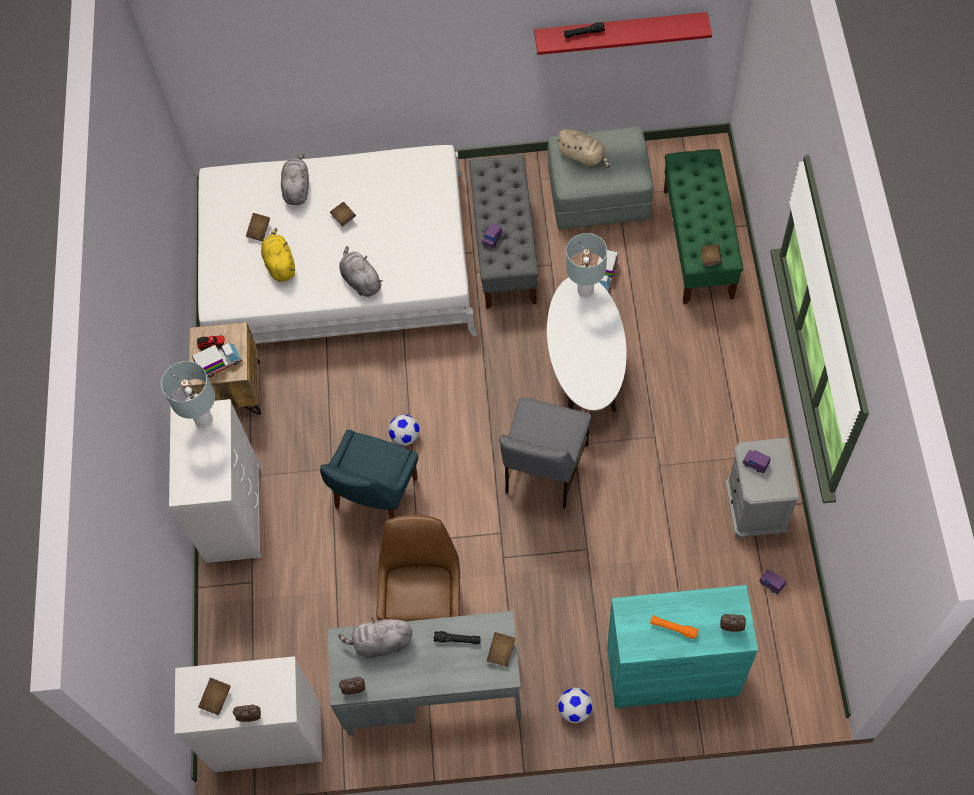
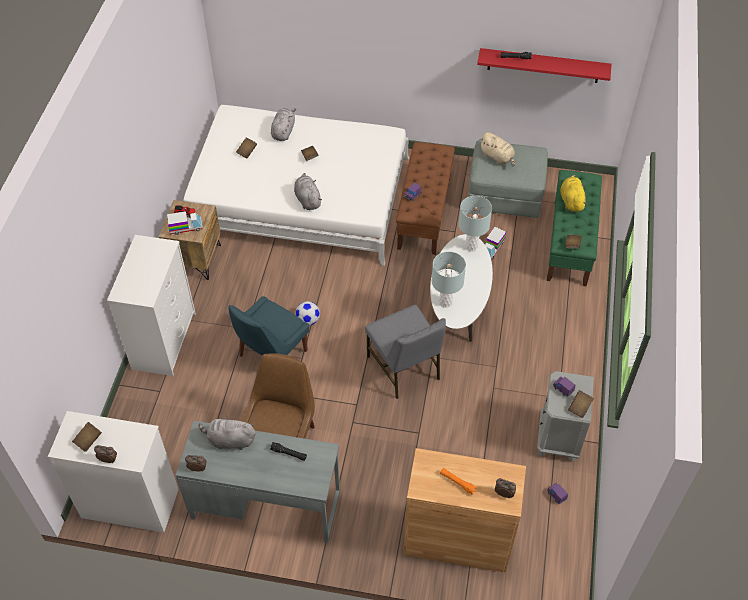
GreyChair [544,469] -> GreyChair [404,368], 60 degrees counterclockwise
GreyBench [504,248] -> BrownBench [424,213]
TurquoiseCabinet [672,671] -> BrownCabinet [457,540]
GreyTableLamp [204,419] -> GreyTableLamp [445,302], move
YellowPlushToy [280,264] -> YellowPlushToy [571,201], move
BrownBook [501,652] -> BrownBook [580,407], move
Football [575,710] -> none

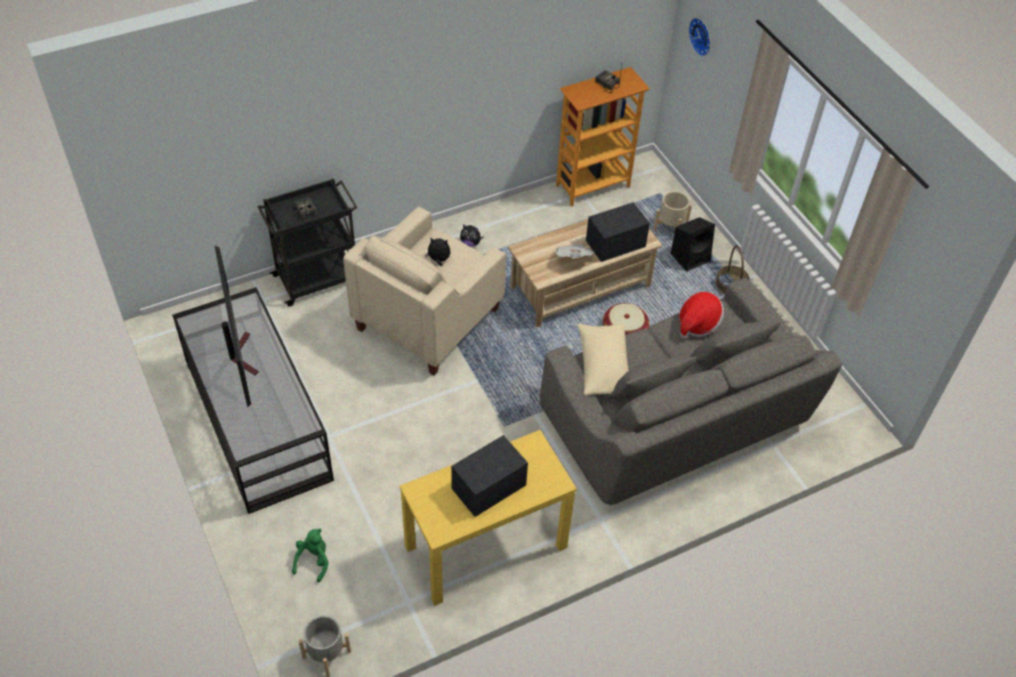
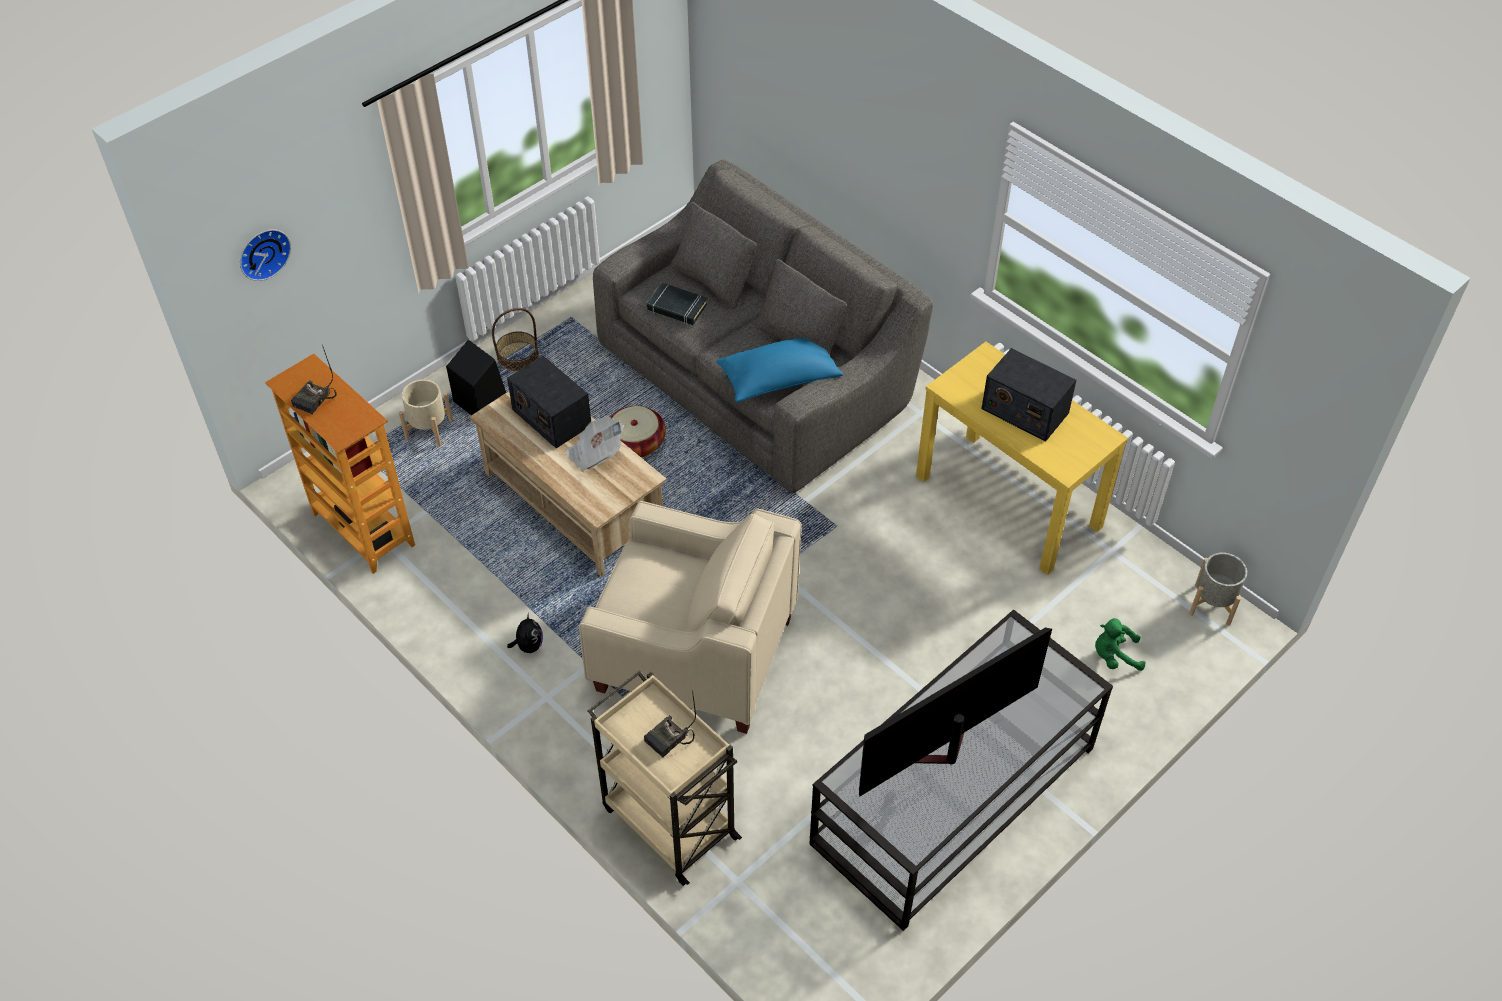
BlackCart [317,279] -> BeigeCart [668,820]
Hat [697,323] -> BlackBook [676,307]
BeigePillow [603,367] -> BluePillow [779,379]
PlushToy [438,260] -> none

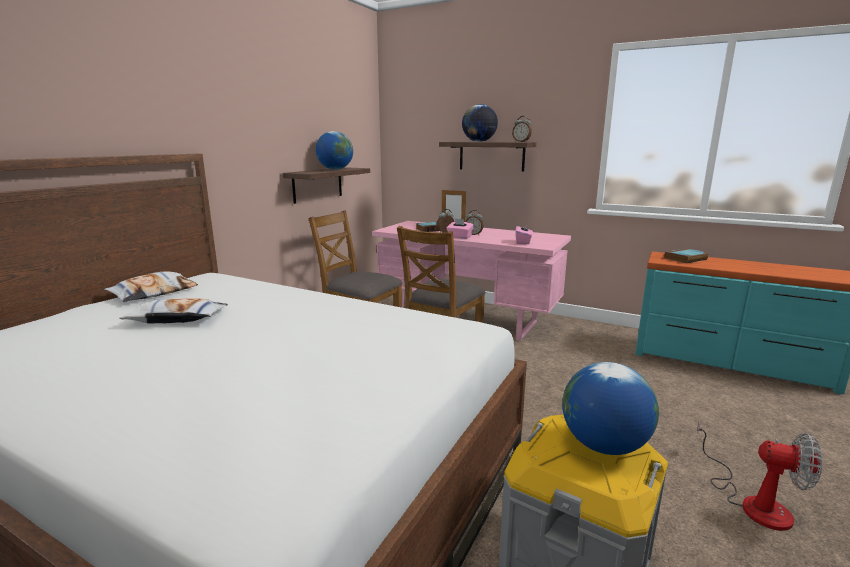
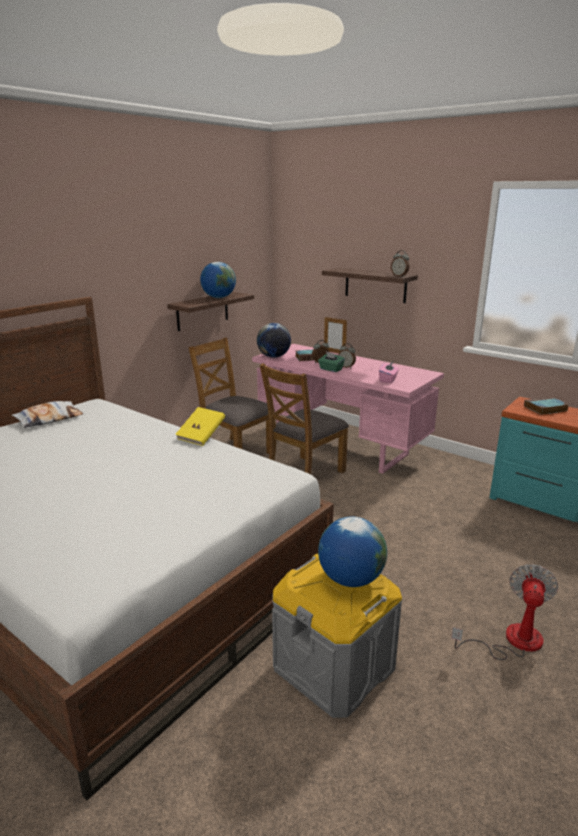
none -> YellowBook [201,436]
Globe [479,141] -> Globe [274,357], move
PinkTissueBox [459,237] -> GreenTissueBox [330,369]
Fan [753,501] -> Fan [512,641], 105 degrees counterclockwise
Pillow [177,318] -> none

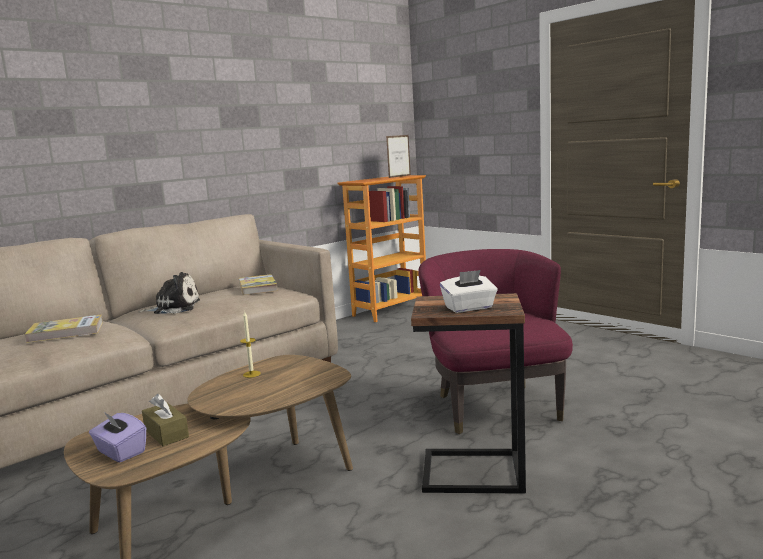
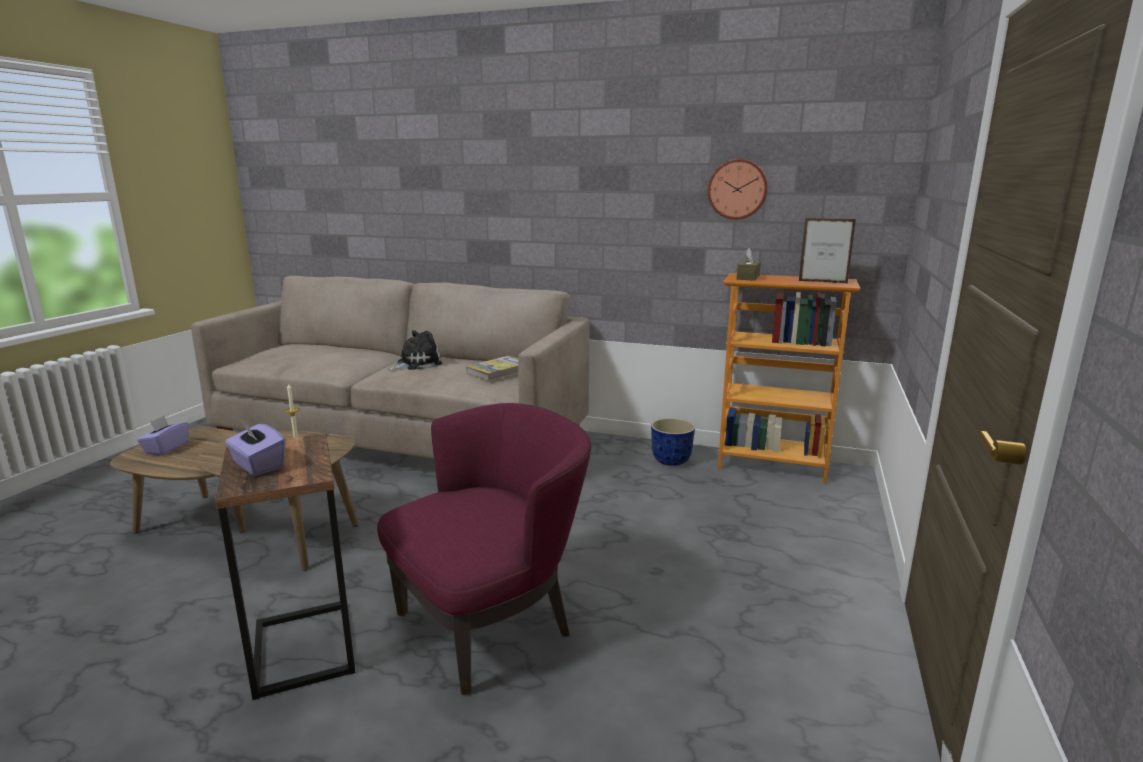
WhiteTissueBox [469,308] -> PurpleTissueBox [258,465]
PlushToy [174,308] -> PlushToy [416,364], 90 degrees counterclockwise
none -> Planter [670,461]
none -> WallClock [737,189]
BrownTissueBox [166,433] -> BrownTissueBox [748,277], move
Book [66,332] -> none

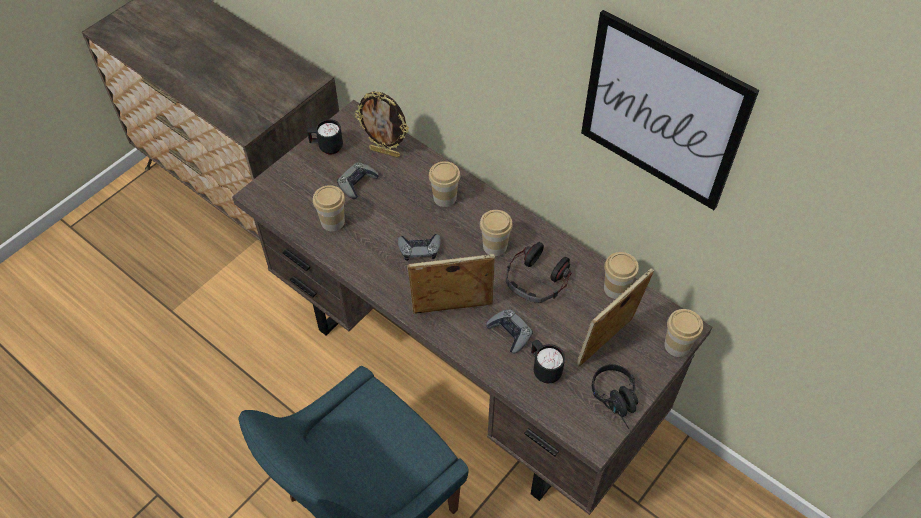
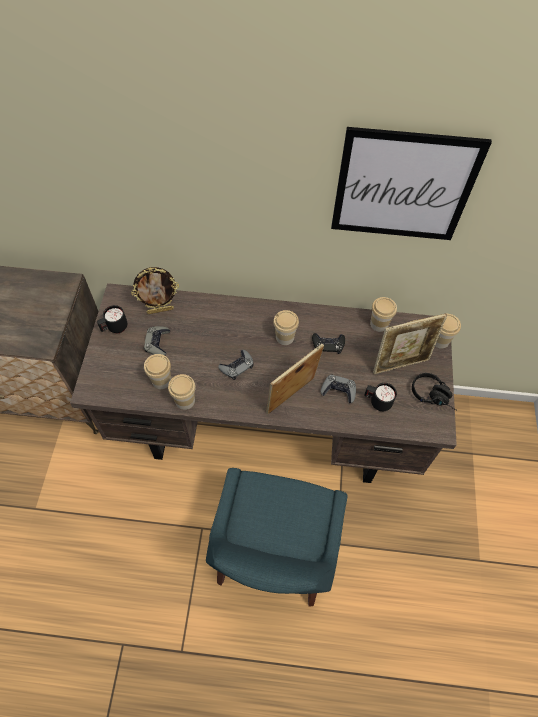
Cup [445,197] -> Cup [185,400], move
Headphones [537,279] -> BlackGameController [328,344]
PictureFrame [606,344] -> PictureFrame [400,363], 120 degrees counterclockwise

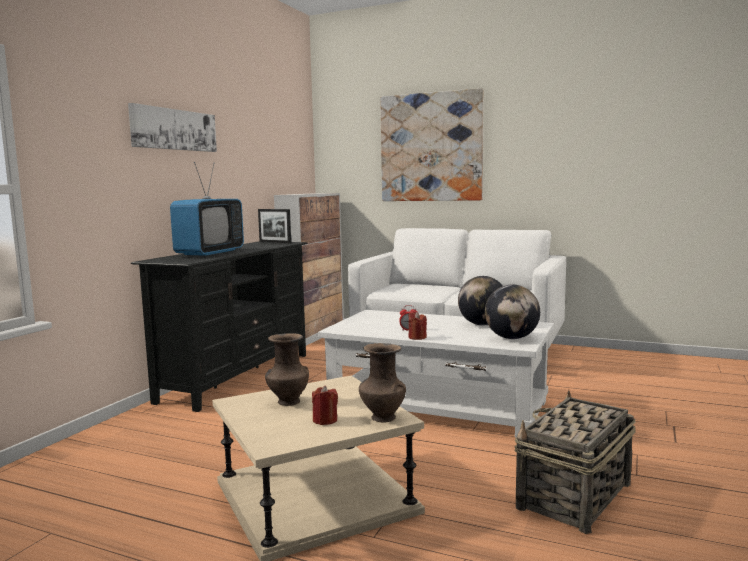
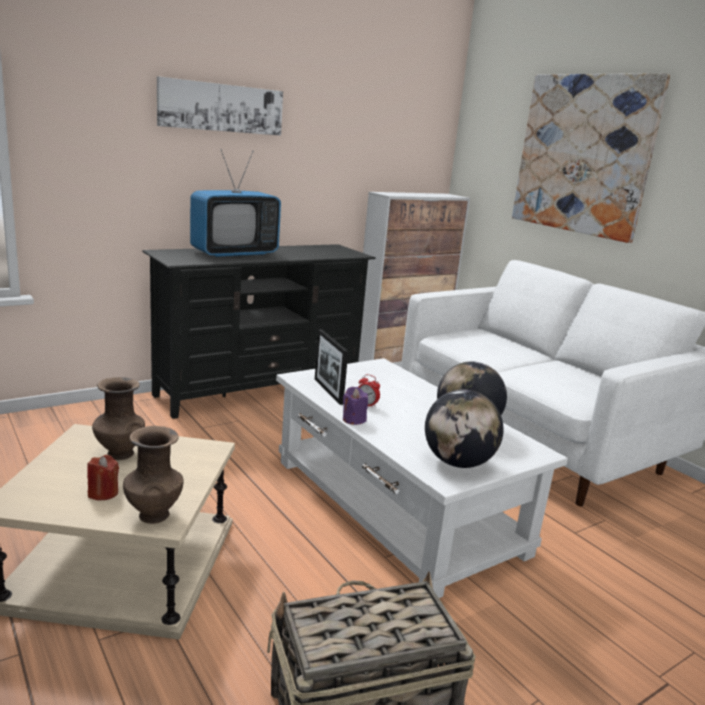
PictureFrame [275,242] -> PictureFrame [328,391], move
RedCandle [417,337] -> PurpleCandle [353,419]

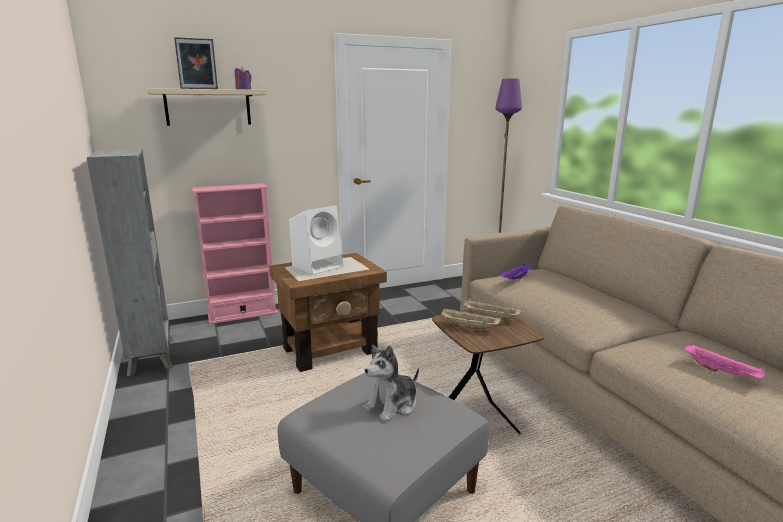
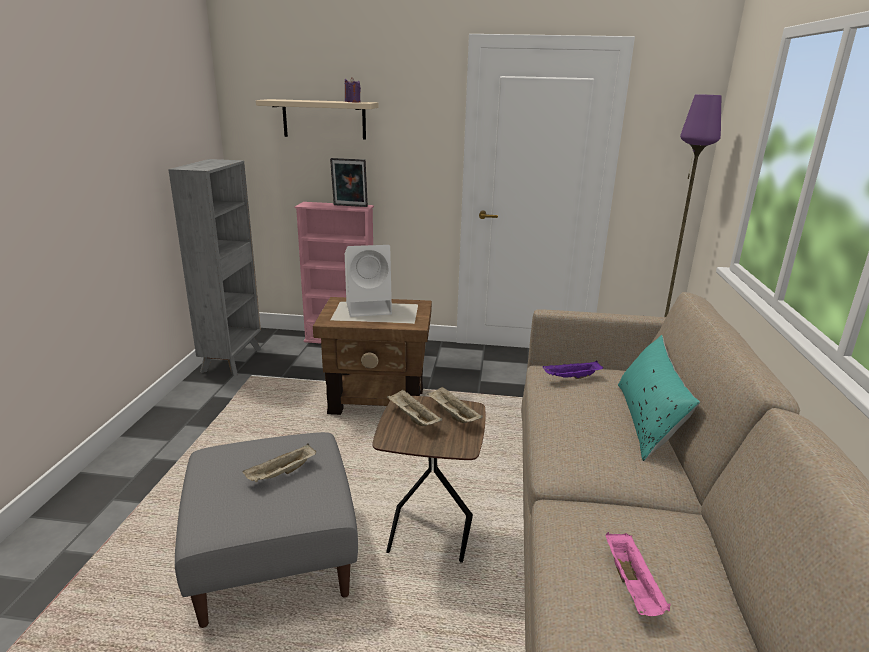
PlushToy [393,405] -> BeigeTray [281,474]
PictureFrame [199,89] -> PictureFrame [350,206], move
none -> TurquoisePillow [647,420]

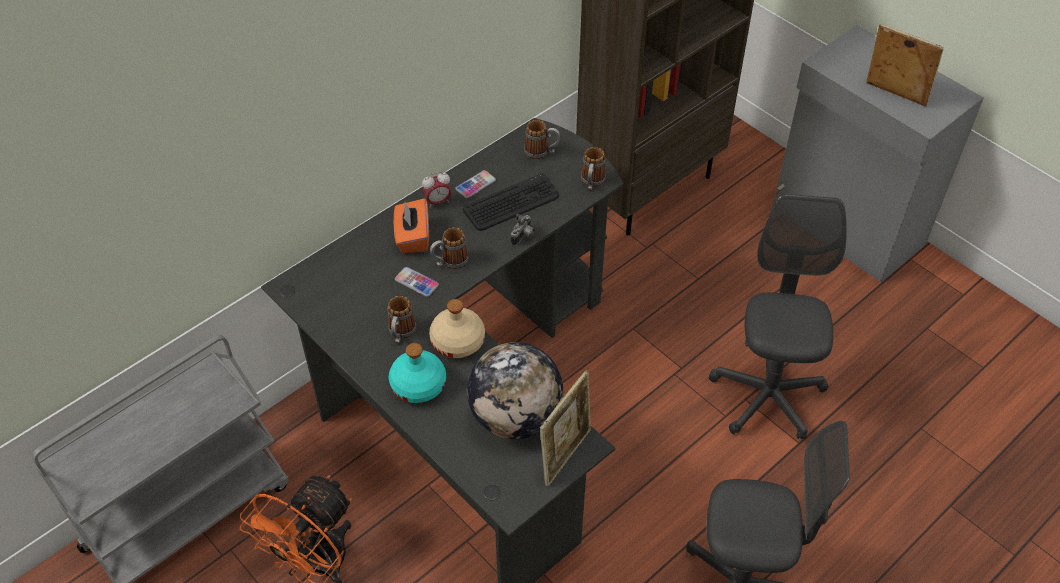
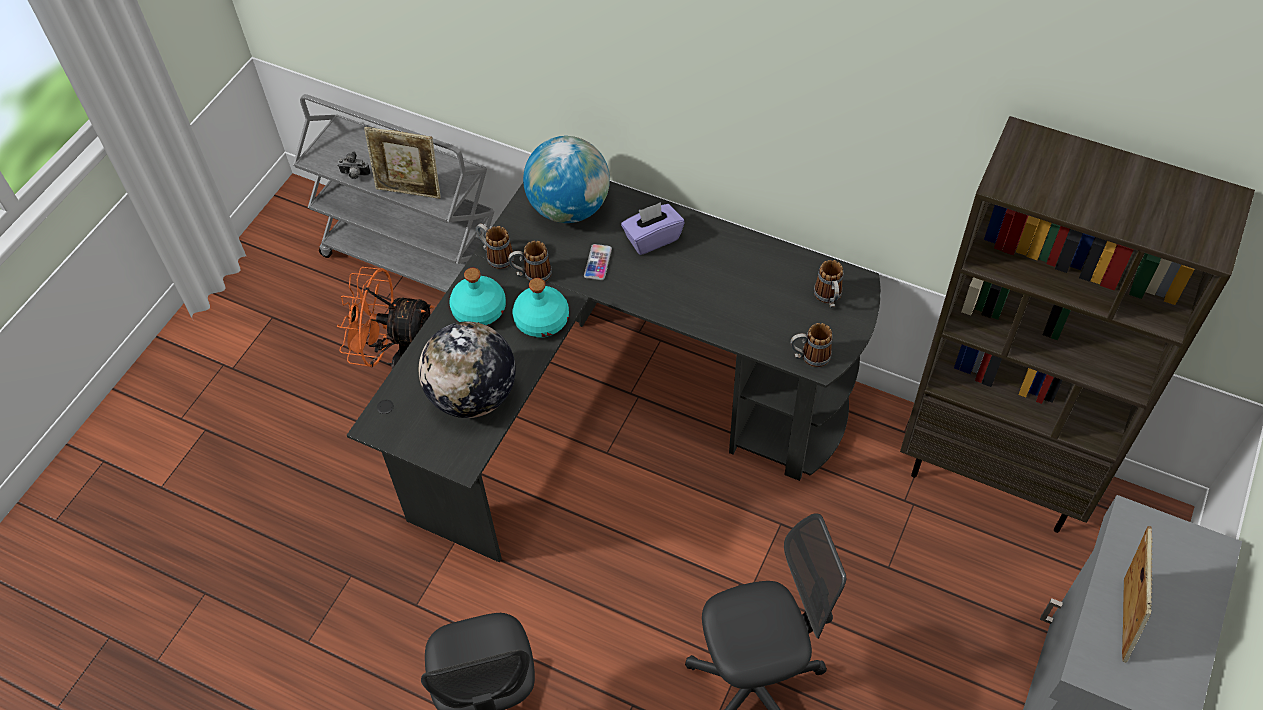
PhotoCamera [523,236] -> PhotoCamera [354,175], move
PictureFrame [565,454] -> PictureFrame [410,191], move
Mug [449,262] -> Mug [495,256], move
BeigeBottle [458,341] -> TurquoiseBottle [542,320]
none -> Globe [569,208]
OrangeTissueBox [413,237] -> PurpleTissueBox [652,238]
AlarmClock [438,202] -> none
Phone [475,185] -> none
Keyboard [511,203] -> none

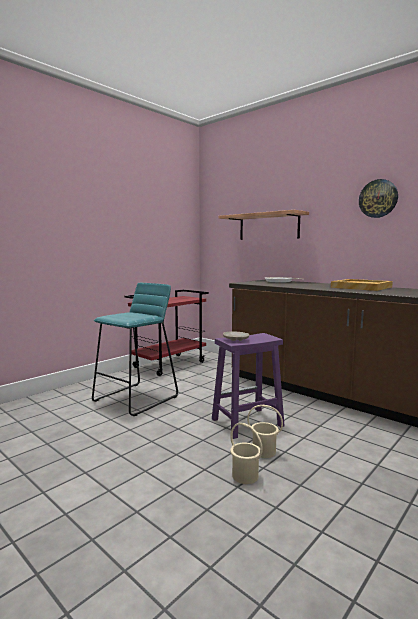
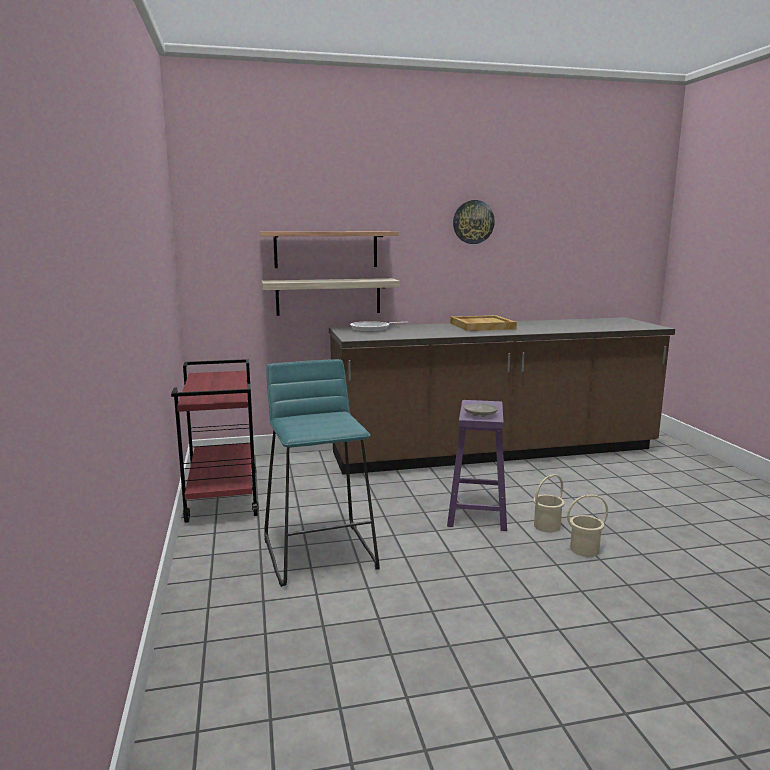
none -> Shelf [328,296]

